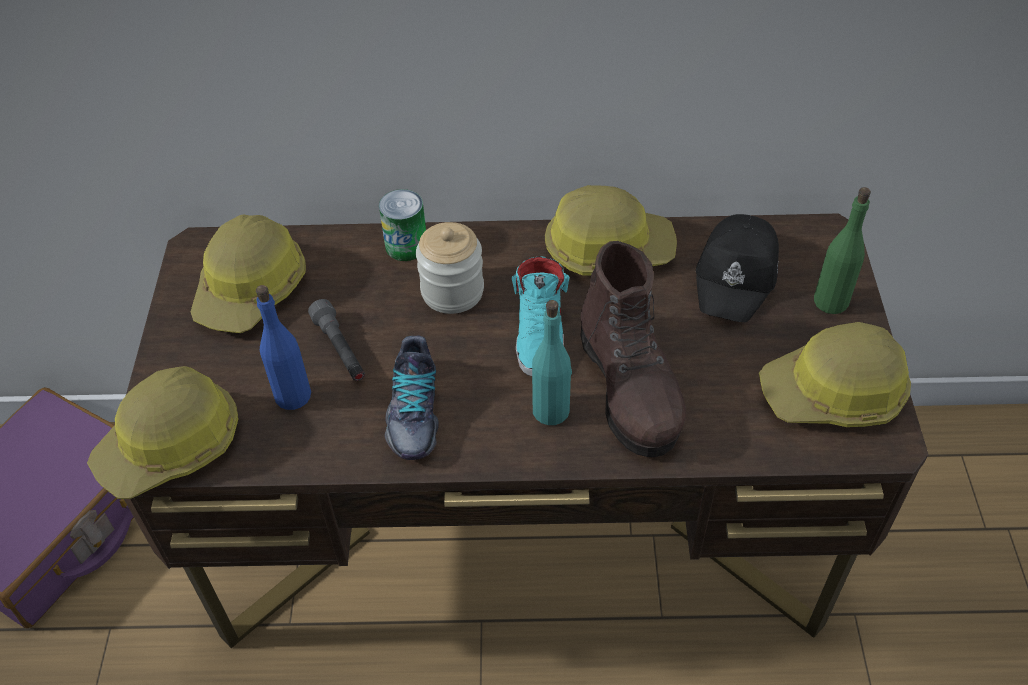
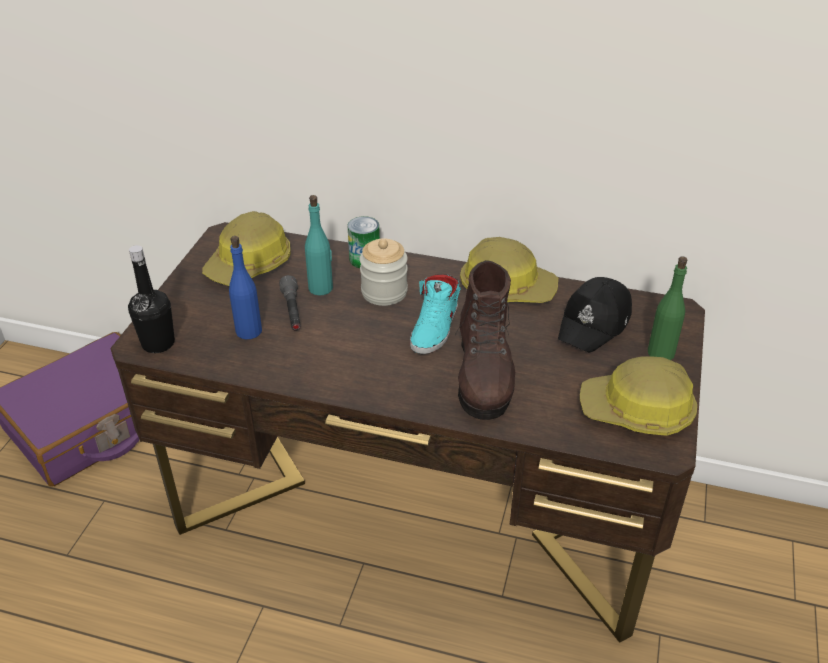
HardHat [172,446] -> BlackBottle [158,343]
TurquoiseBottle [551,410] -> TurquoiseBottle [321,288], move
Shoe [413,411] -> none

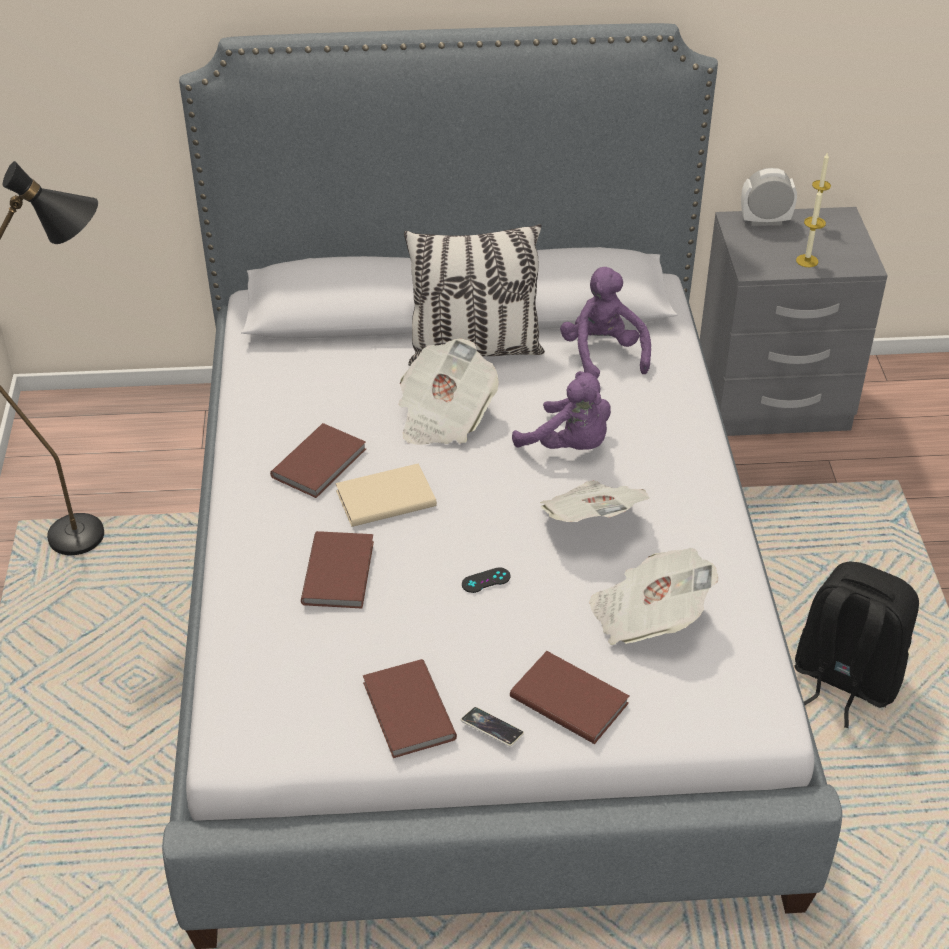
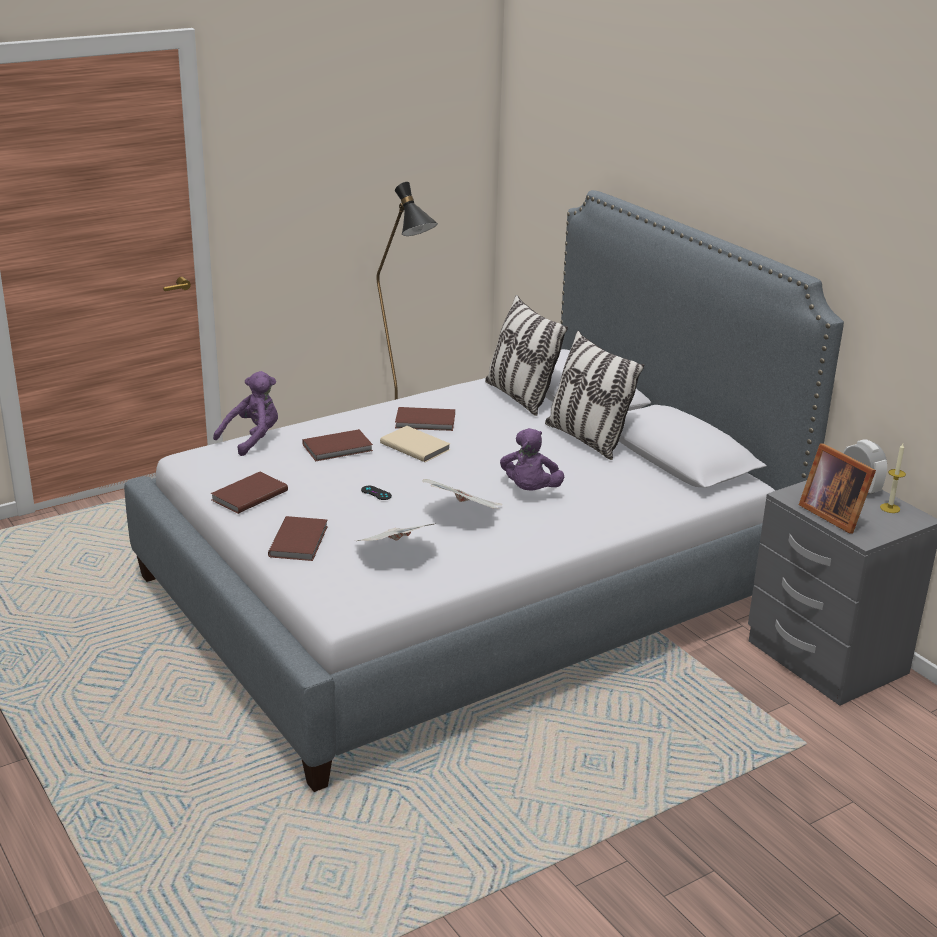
PurplePlushToy [603,354] -> PurplePlushToy [253,439], move
none -> Pillow [520,397]
Candle [807,261] -> PictureFrame [832,514]
Newspaper [444,416] -> none
Phone [492,729] -> none
BlackBackpack [844,680] -> none

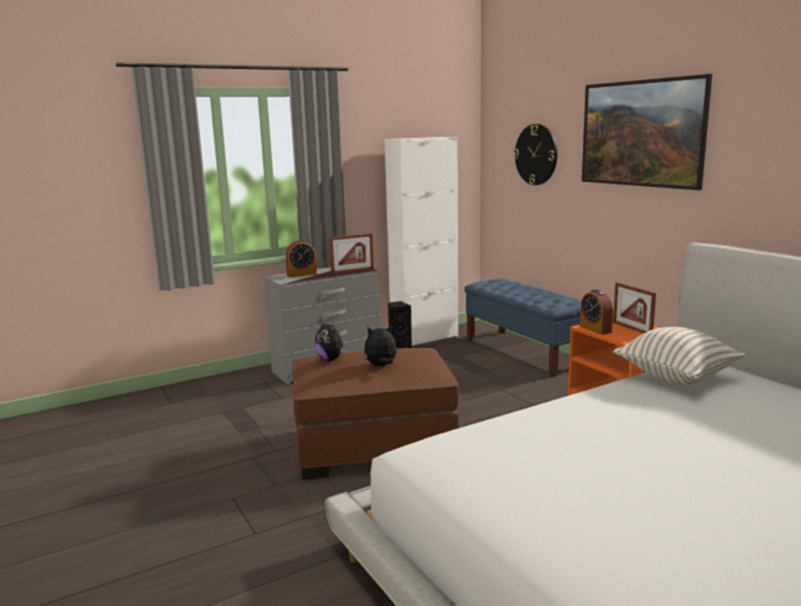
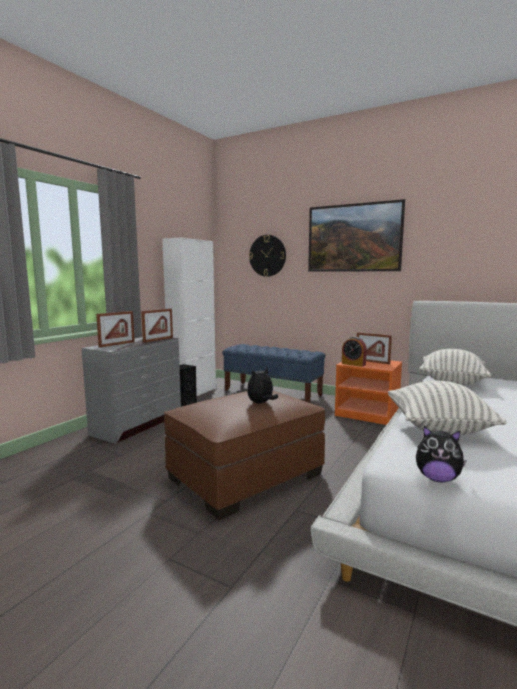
AlarmClock [302,274] -> PictureFrame [117,344]
none -> Pillow [438,429]
PlushToy [331,359] -> PlushToy [437,478], move

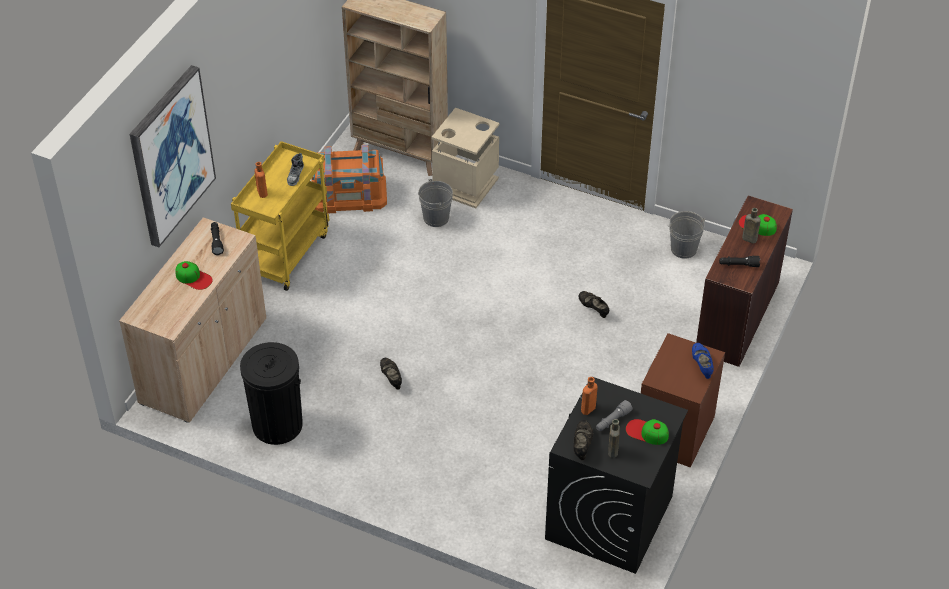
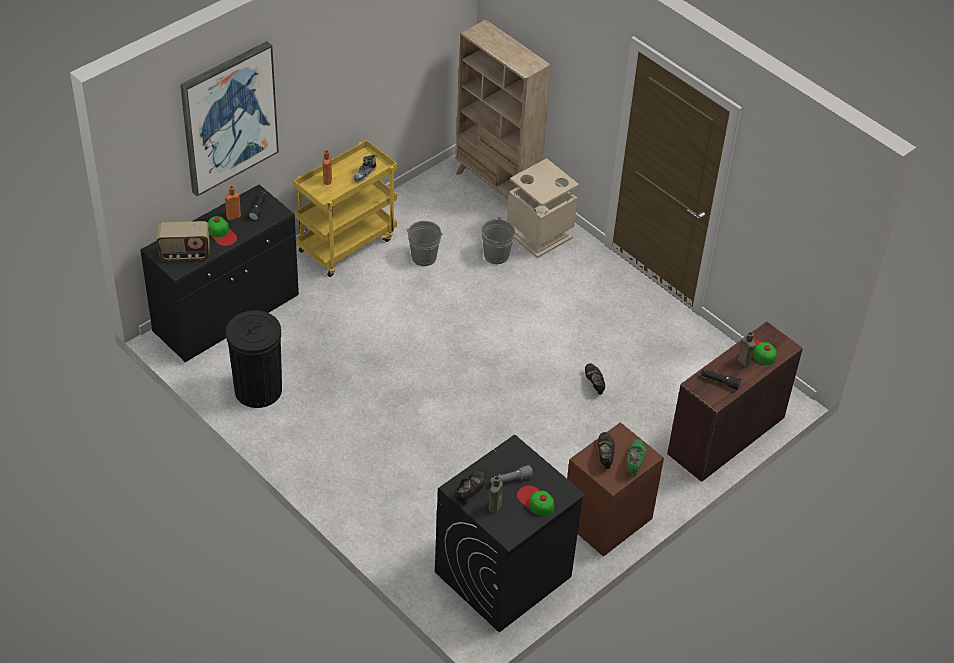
BeigeCabinet [204,361] -> BlackCabinet [226,314]
none -> Radio [185,254]
OrangeBottle [587,410] -> OrangeBottle [232,217], move
GreyBucket [683,249] -> GreyBucket [424,257], move
BlackShoe [391,378] -> BlackShoe [605,455], move
BlueShoe [702,365] -> GreenShoe [634,462]
OrangeStorageBox [349,194] -> none

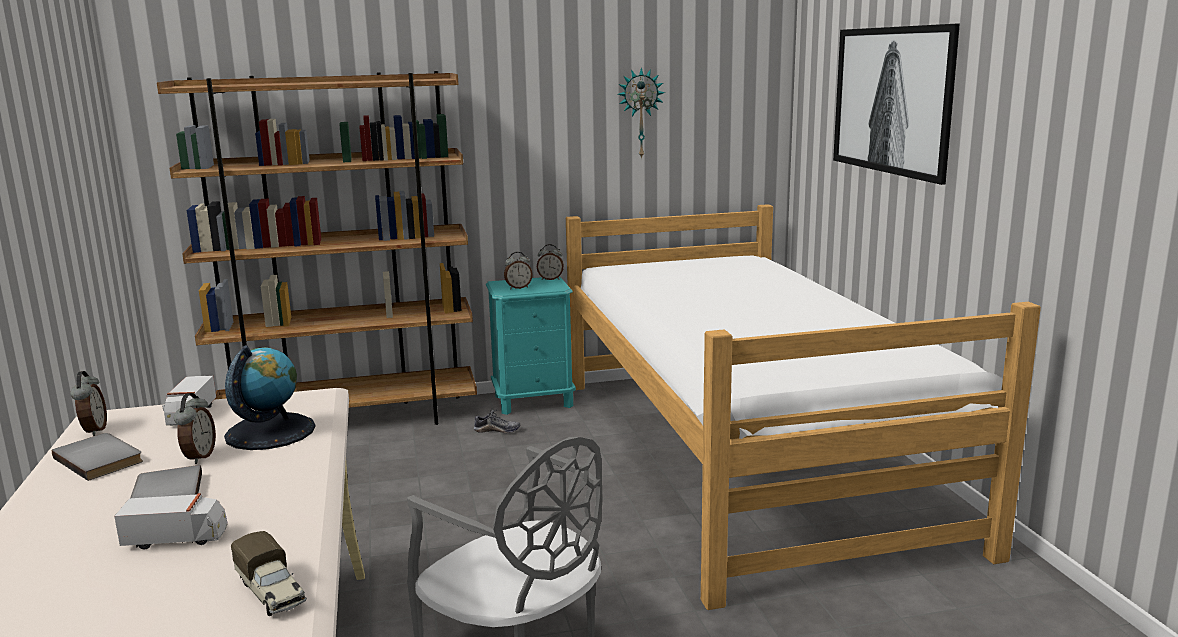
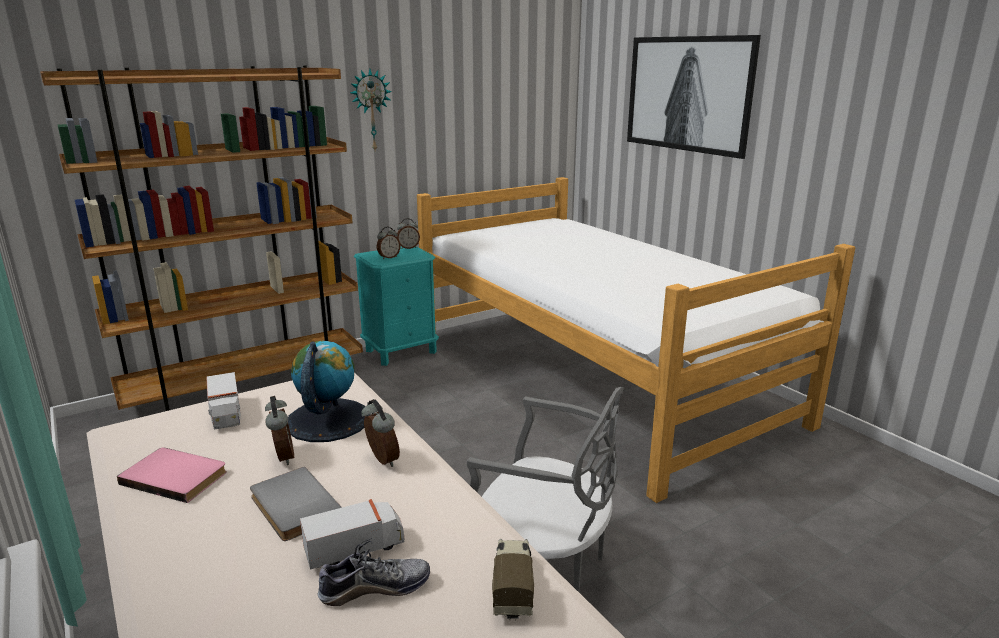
GreyBook [101,459] -> PinkBook [177,476]
Shoe [497,430] -> Shoe [375,588], move
WallClock [640,113] -> WallClock [370,110], move
AlarmClock [93,430] -> AlarmClock [381,461], move
ToyTruck [272,593] -> ToyTruck [513,586], 120 degrees counterclockwise

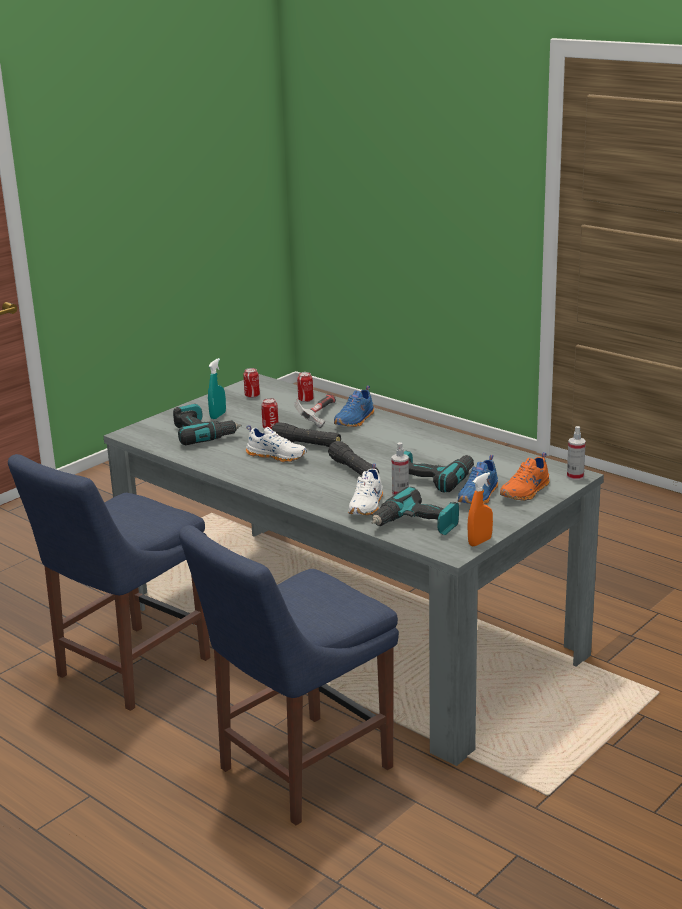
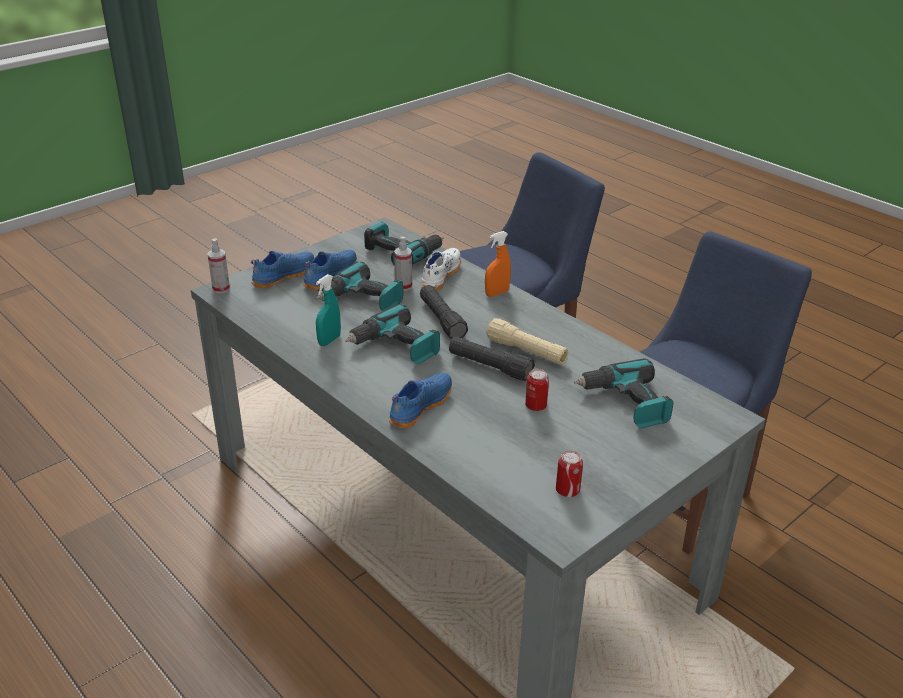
OrangeShoe [526,492] -> BlueShoe [282,276]
TurquoiseSprayBottle [218,415] -> TurquoiseSprayBottle [329,340], move
none -> PowerDrill [396,347]
OrangeSprayBottle [480,542] -> OrangeSprayBottle [497,293], move
WhiteShoe [277,456] -> BeigeFlashlight [526,351]
Hammer [318,418] -> none
Can [305,400] -> none

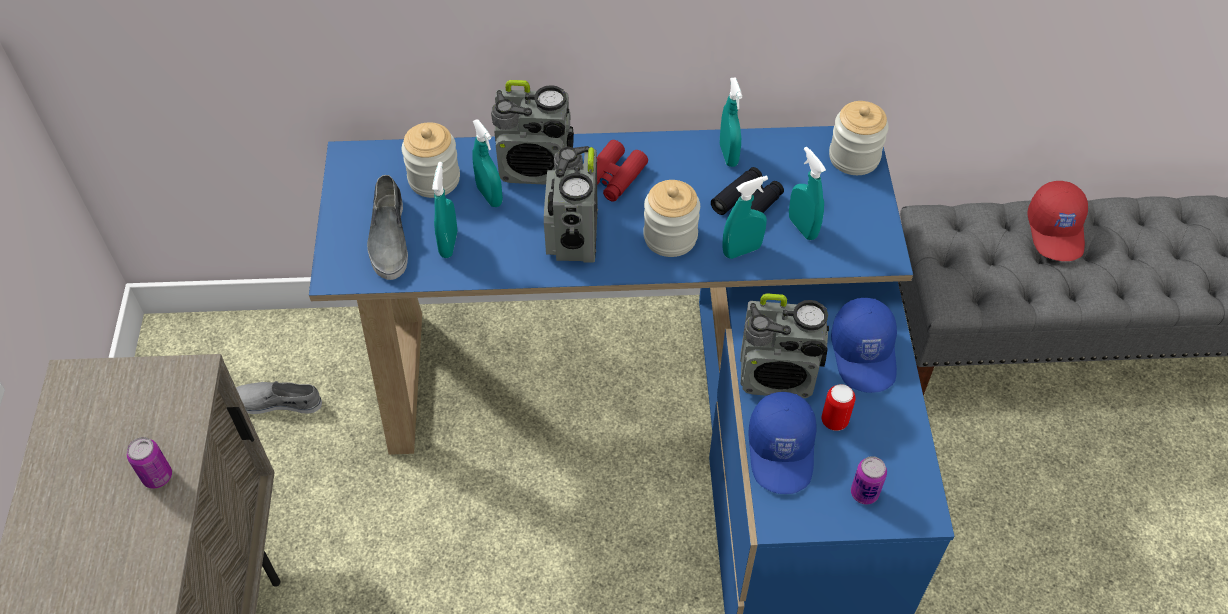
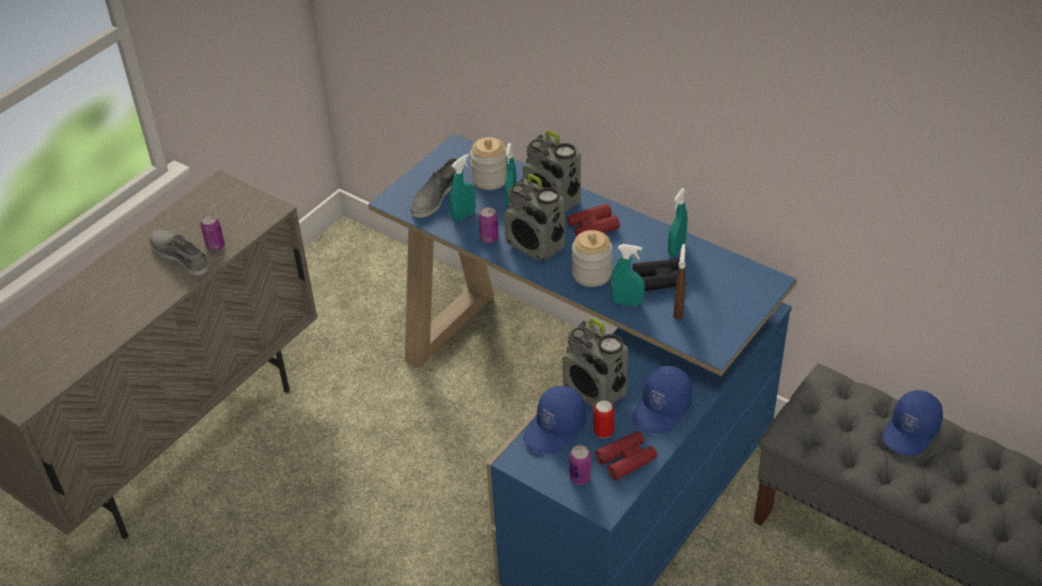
GreyShoe [276,402] -> GreyShoe [180,255], move
none -> Can [489,238]
Radio [572,236] -> Radio [535,245], 90 degrees counterclockwise
none -> RedBinoculars [626,459]
TurquoiseSprayBottle [802,227] -> BrownSprayBottle [678,310]
RedCap [1056,231] -> BlueCap [911,432]
Jar [854,157] -> none

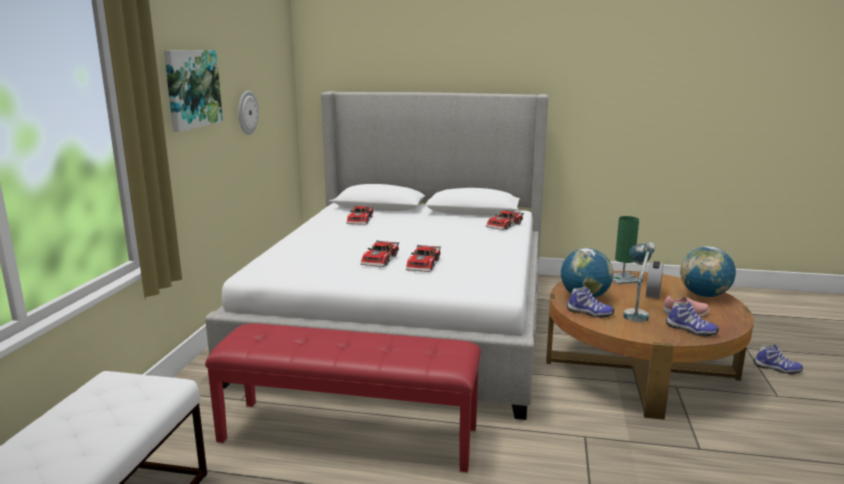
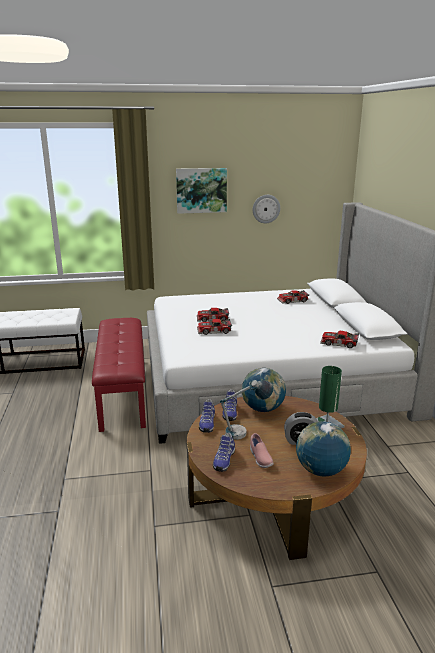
Shoe [777,369] -> Shoe [207,424], move

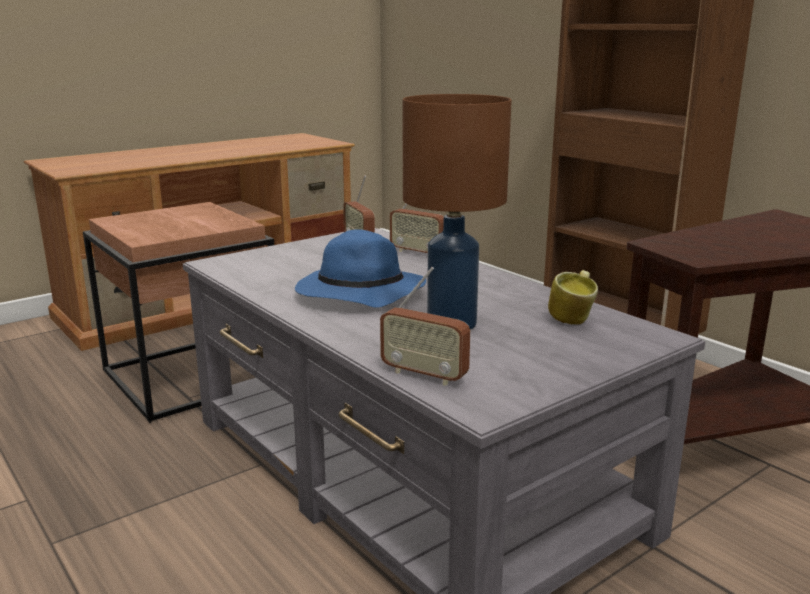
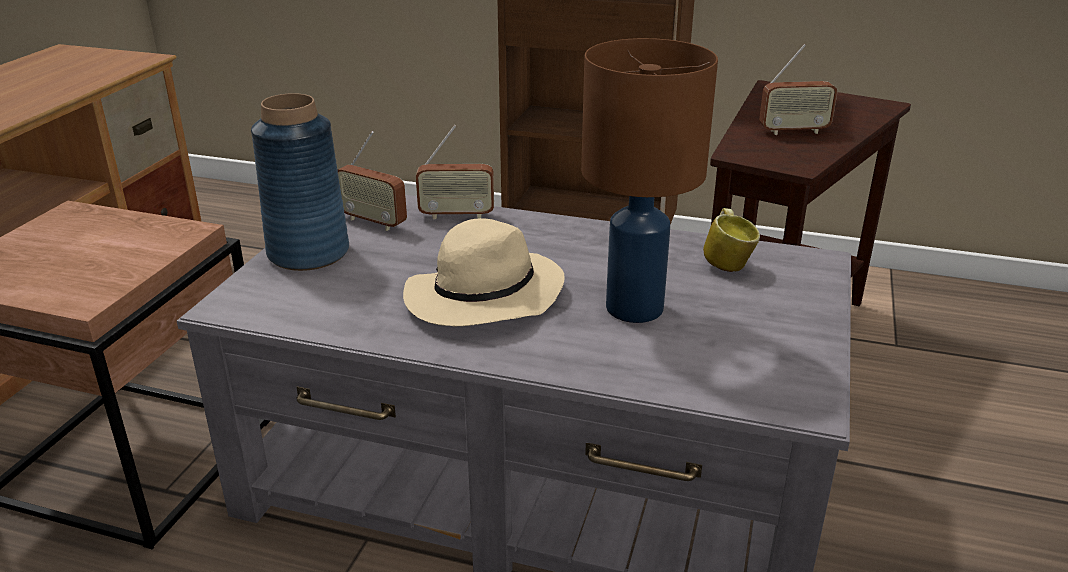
none -> BlueVase [308,253]
BlueHat [358,294] -> BeigeHat [483,299]
Radio [424,375] -> Radio [793,131], move

